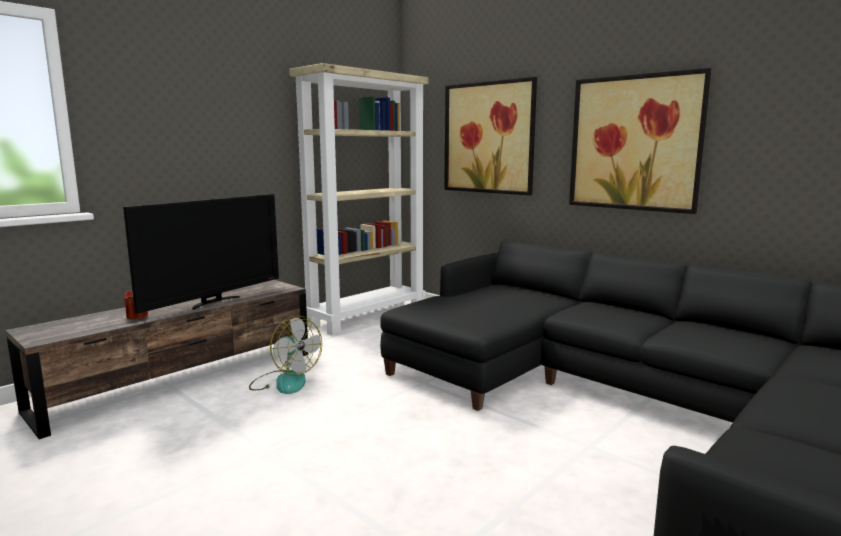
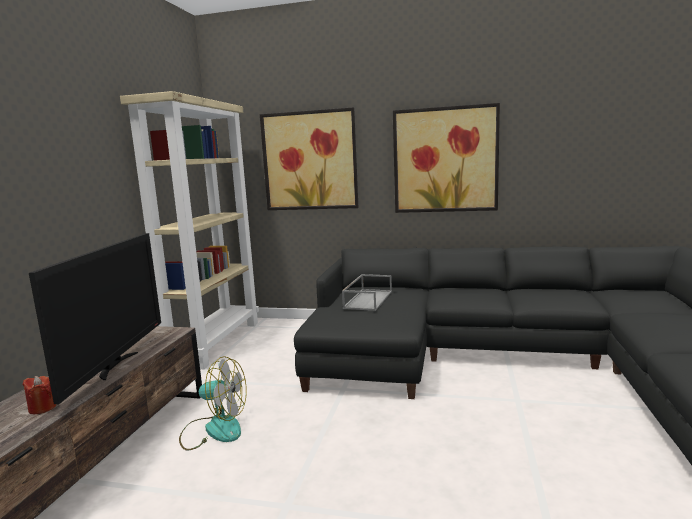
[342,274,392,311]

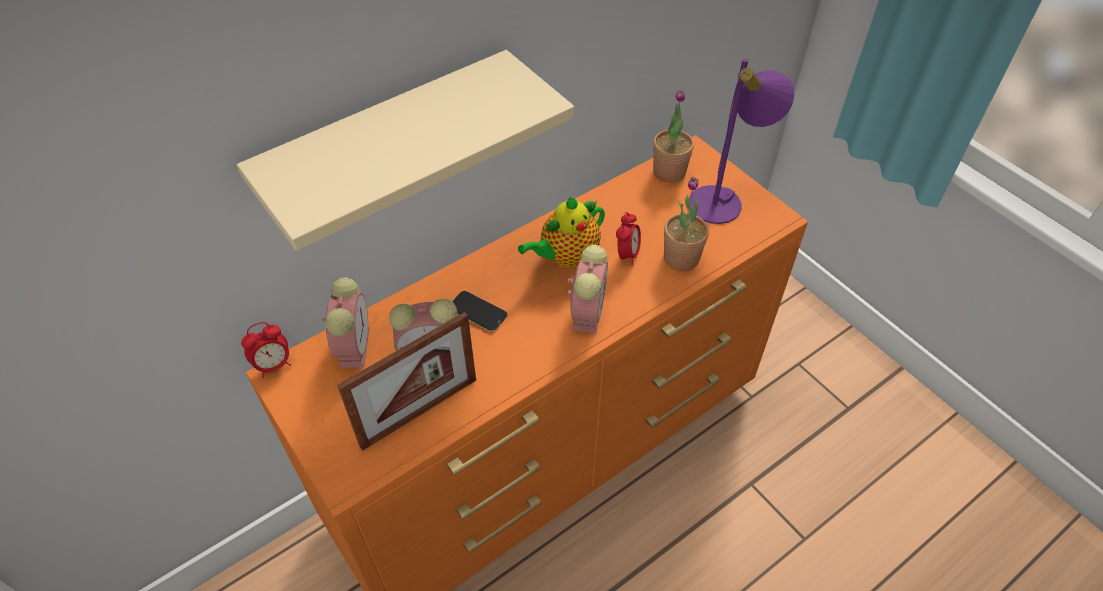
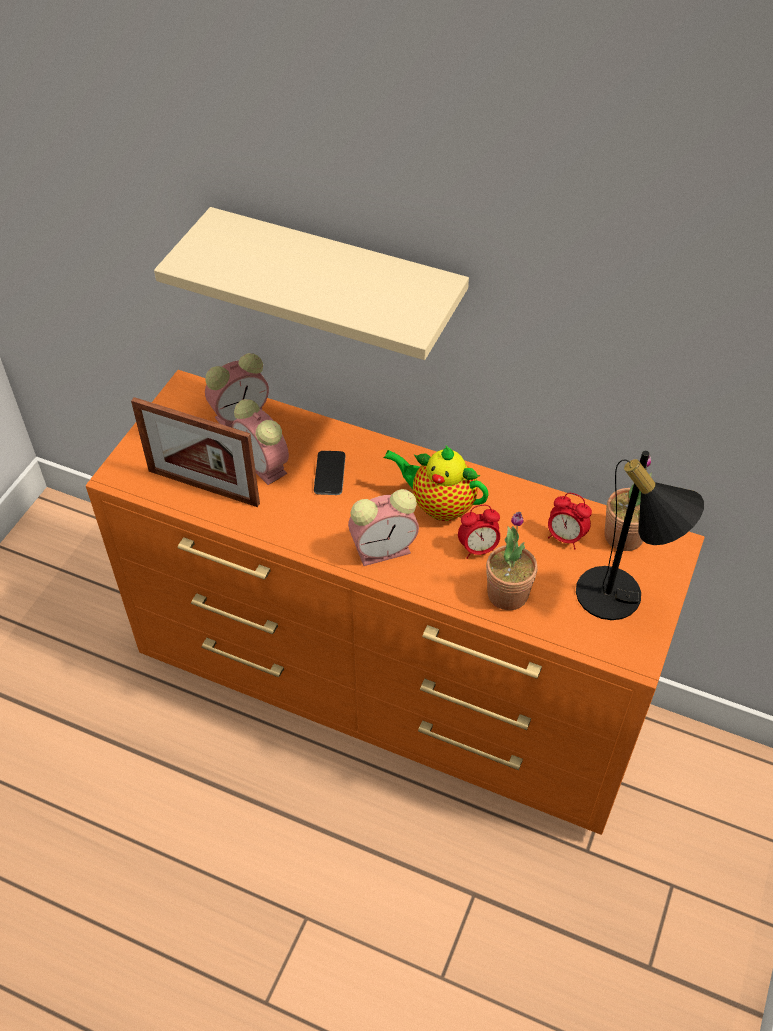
[548,493,592,549]
[576,451,704,620]

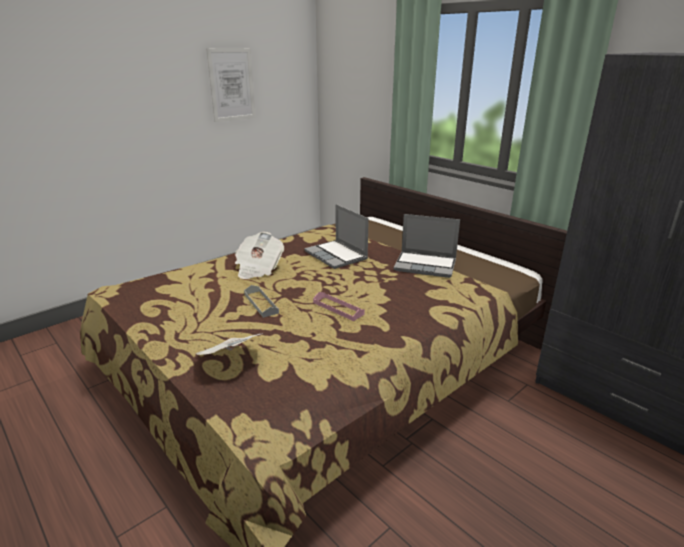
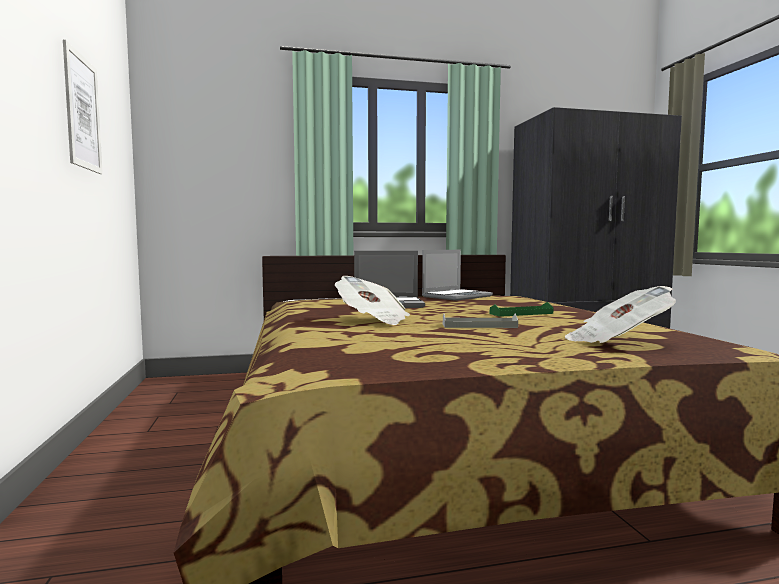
[490,302,554,317]

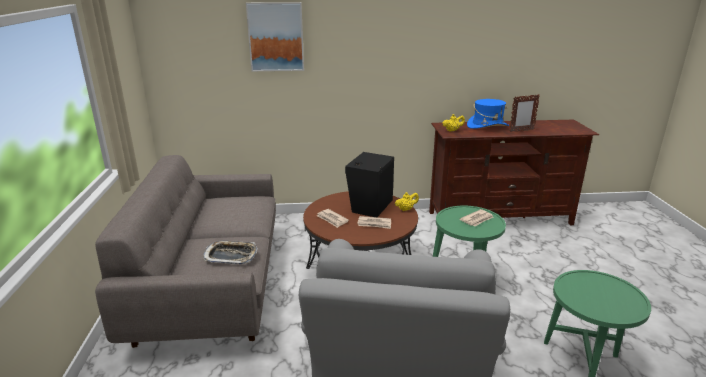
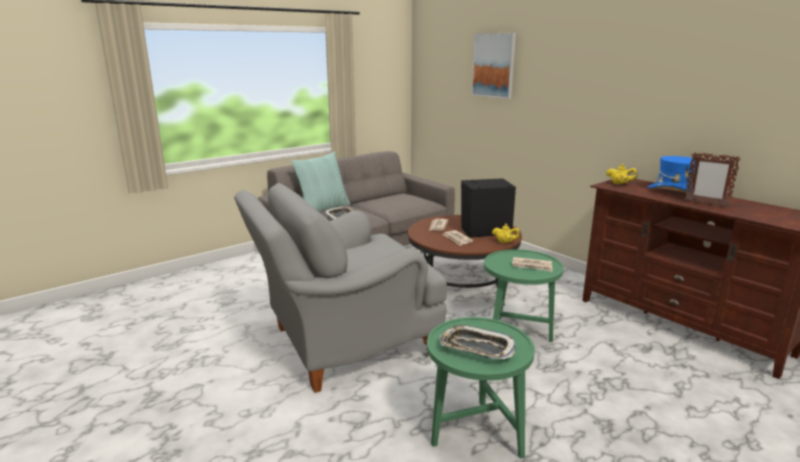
[291,151,351,212]
[439,325,515,359]

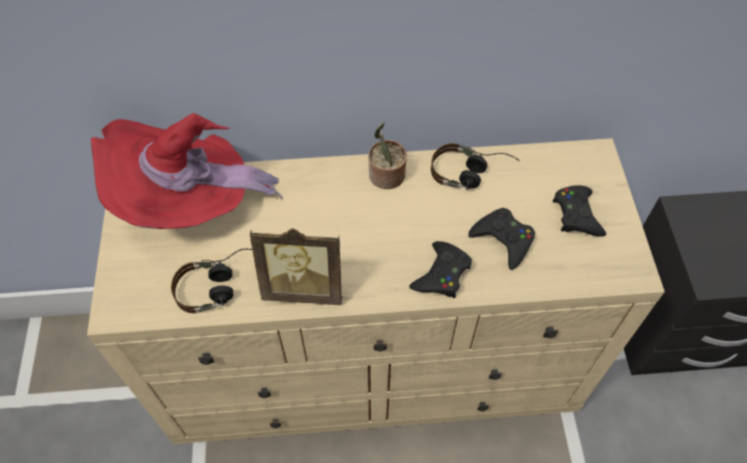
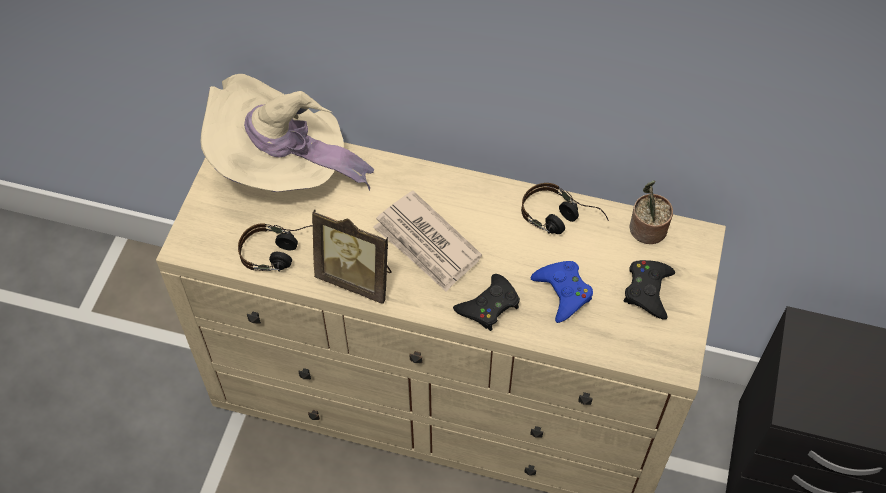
[373,191,482,292]
[630,180,673,244]
[200,74,374,192]
[531,261,593,323]

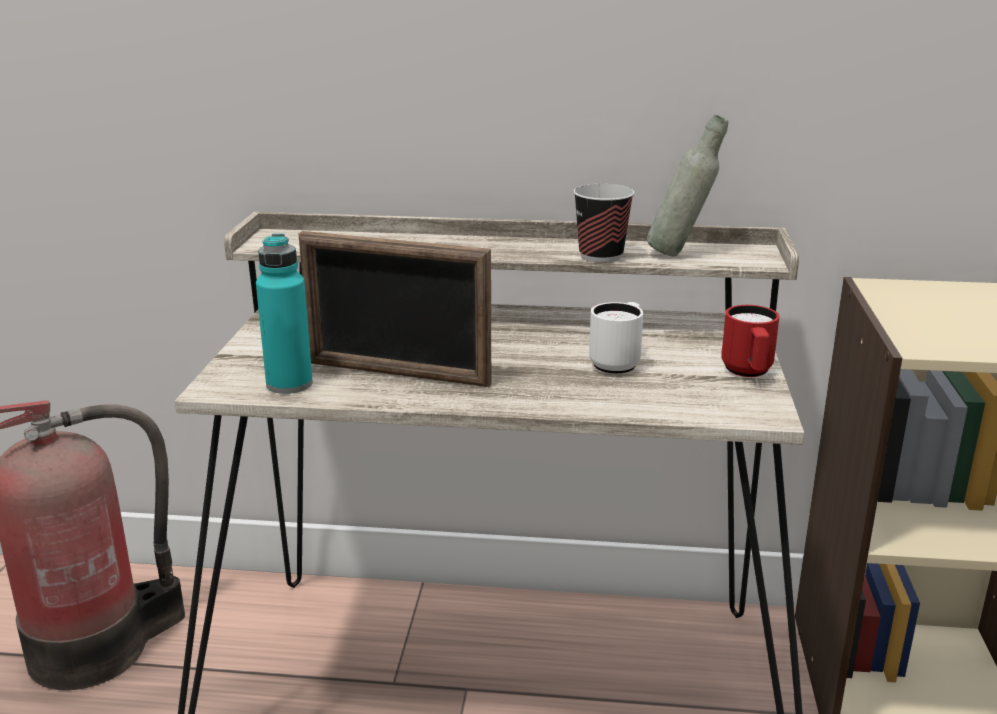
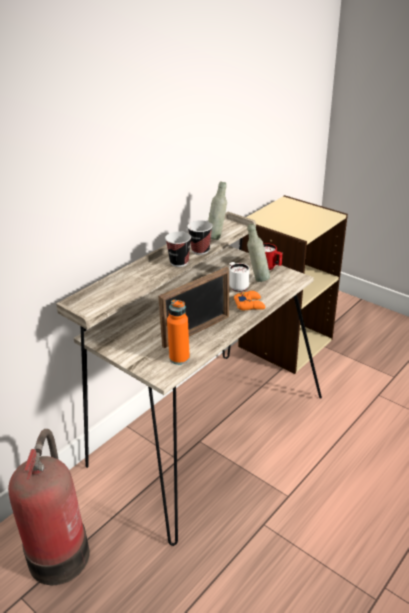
[165,231,191,267]
[234,291,266,310]
[247,224,270,282]
[167,299,190,365]

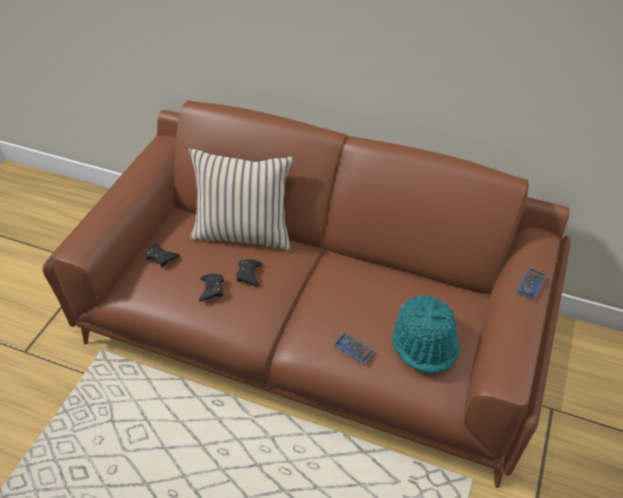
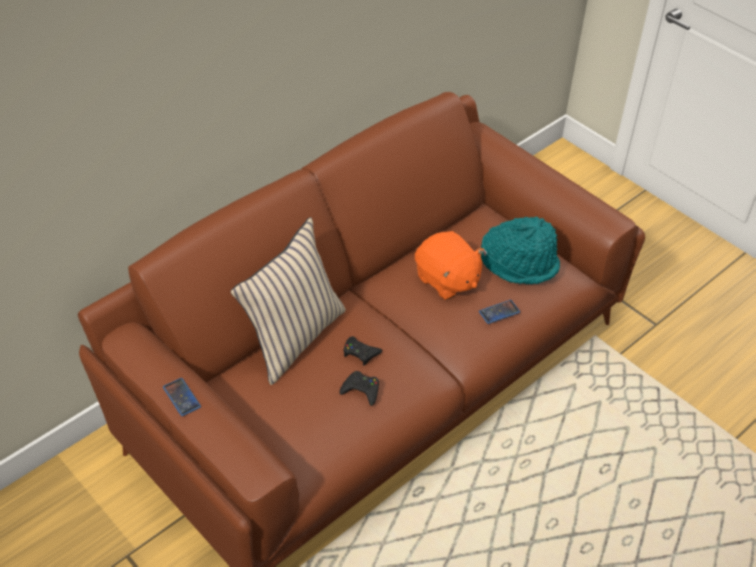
[145,244,180,268] (first image)
[415,231,484,300]
[163,378,201,416]

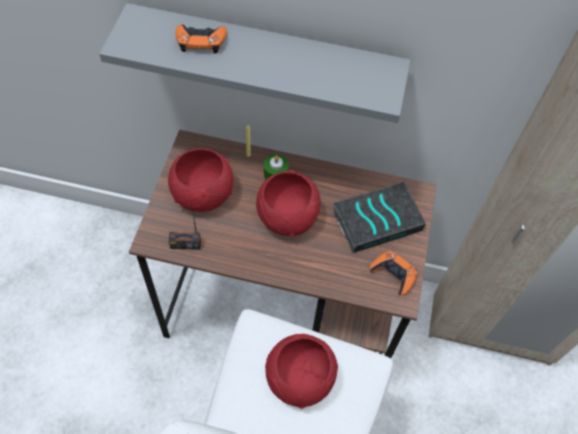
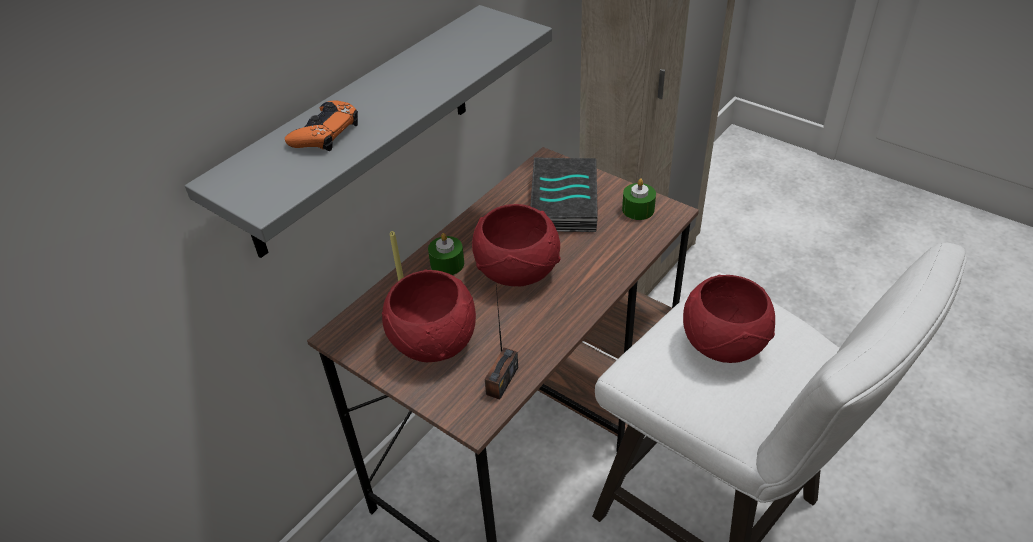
[622,179,656,220]

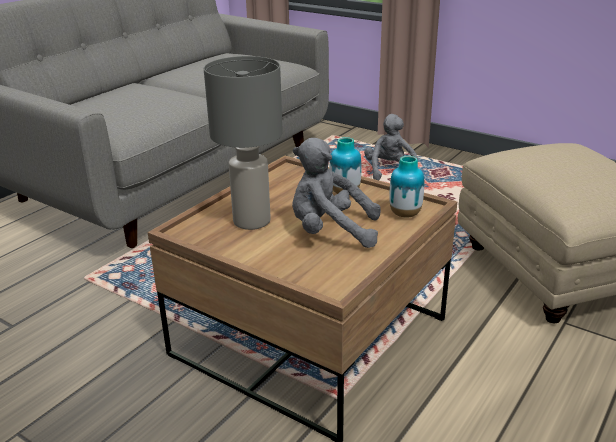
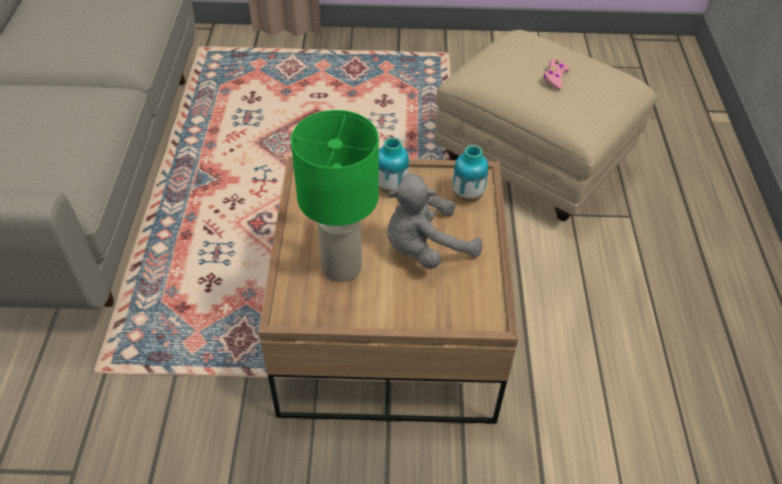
[364,114,418,180] (first image)
[544,59,570,90]
[291,110,379,282]

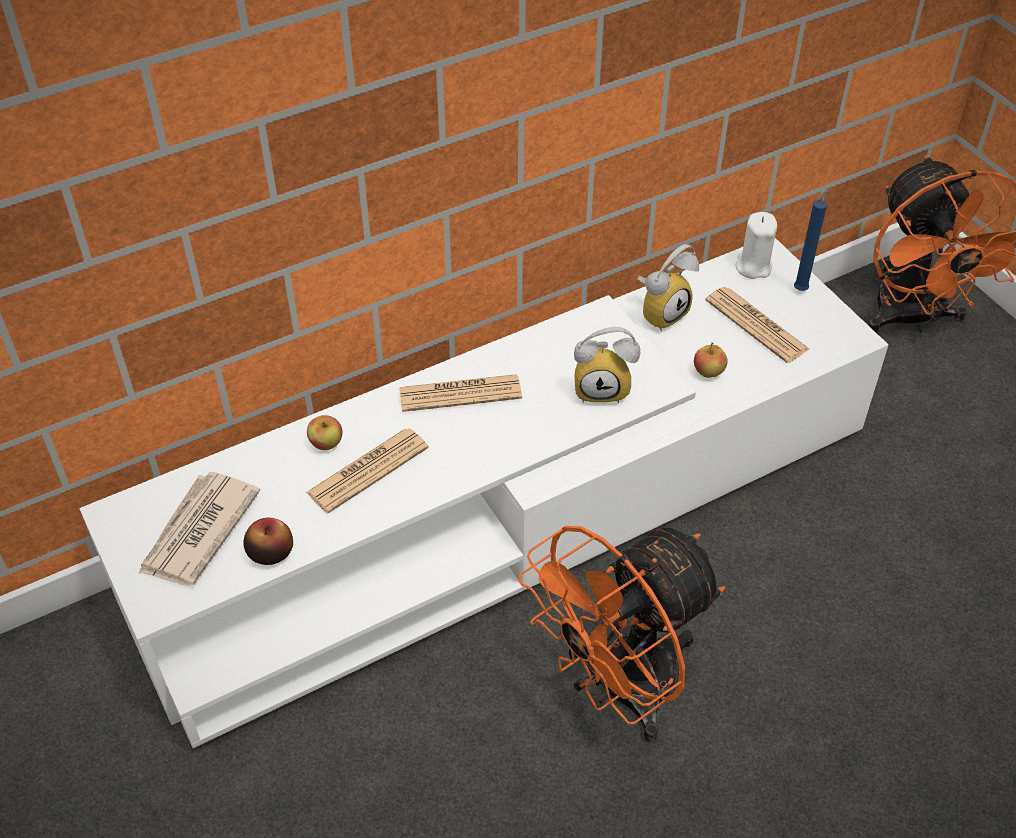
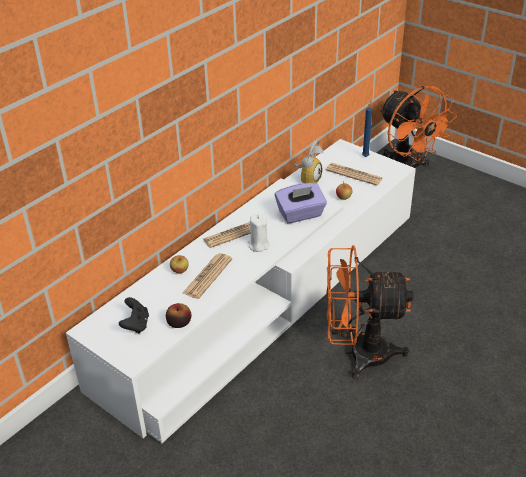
[248,213,269,252]
[119,297,149,334]
[275,183,327,223]
[326,245,414,379]

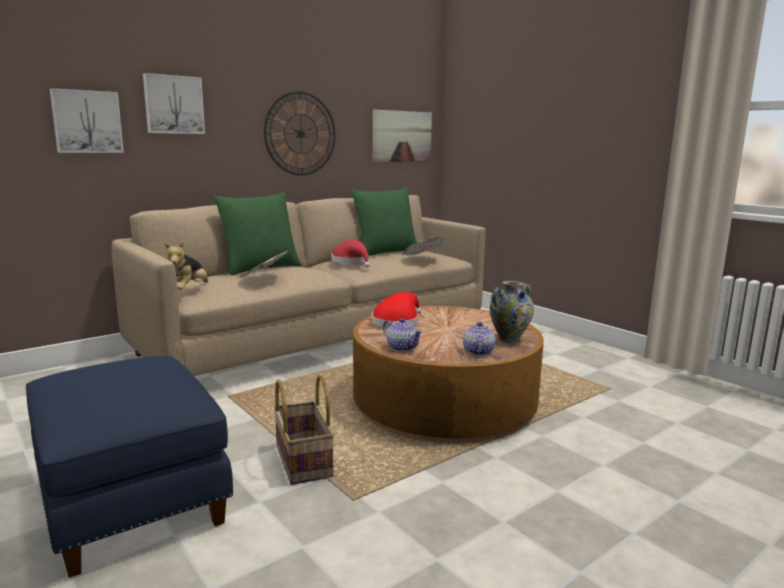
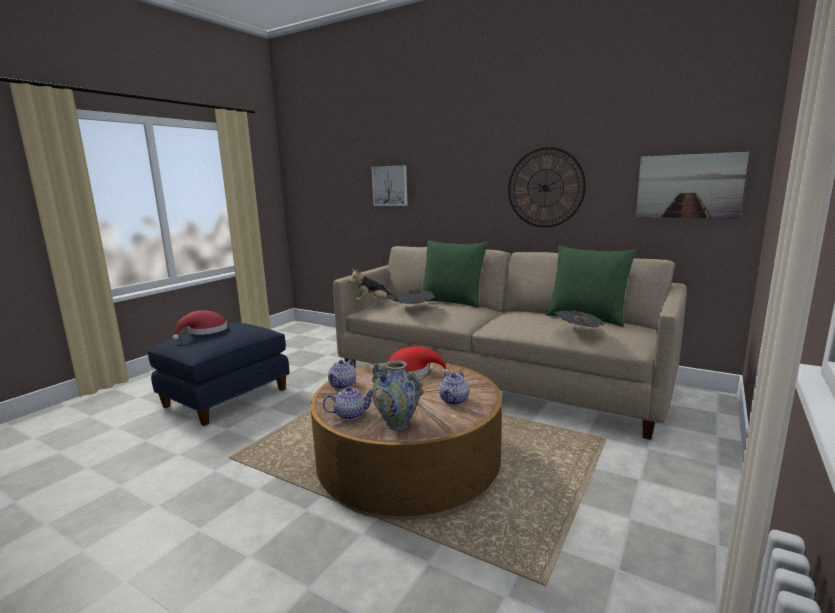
[143,73,205,134] (first image)
[274,374,335,485] (first image)
[439,371,469,405]
[173,310,227,340]

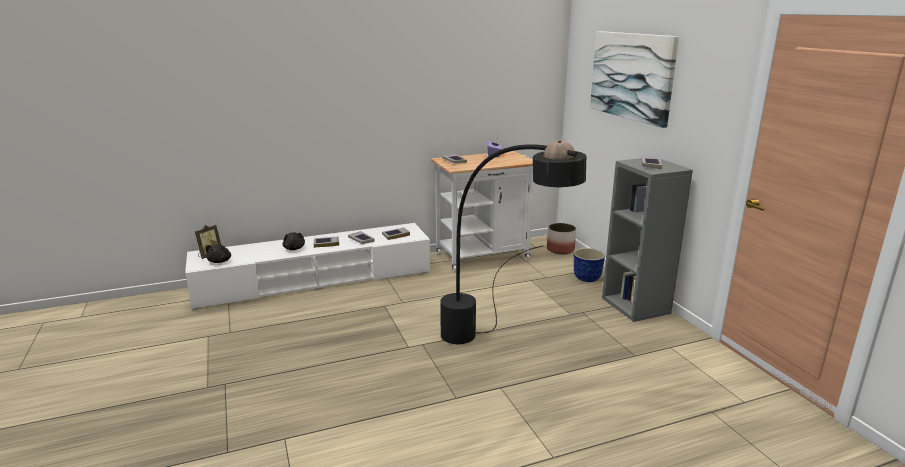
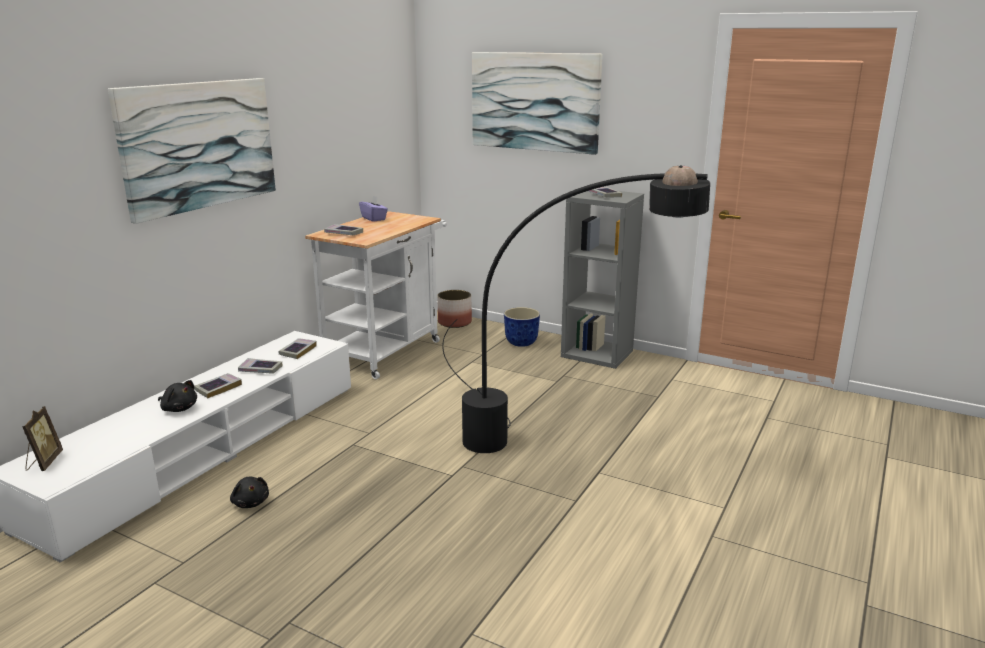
[108,78,276,224]
[230,477,269,508]

